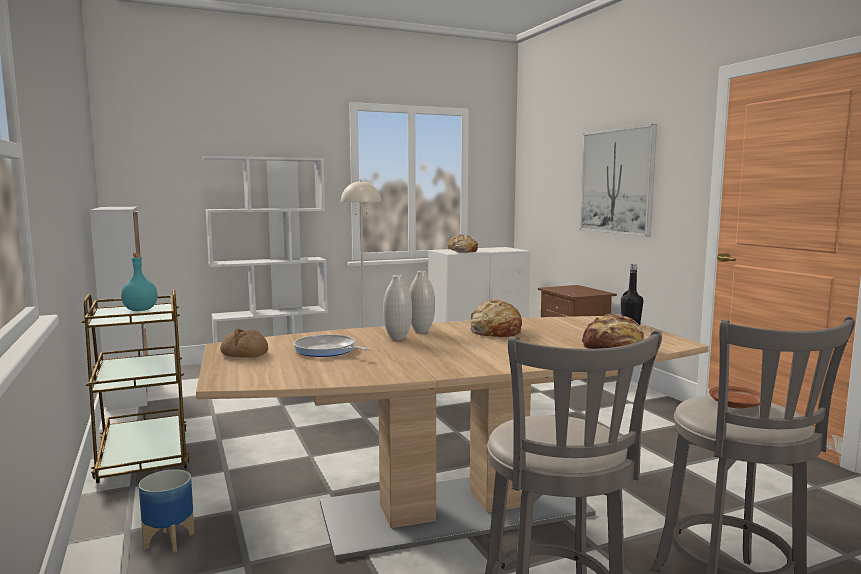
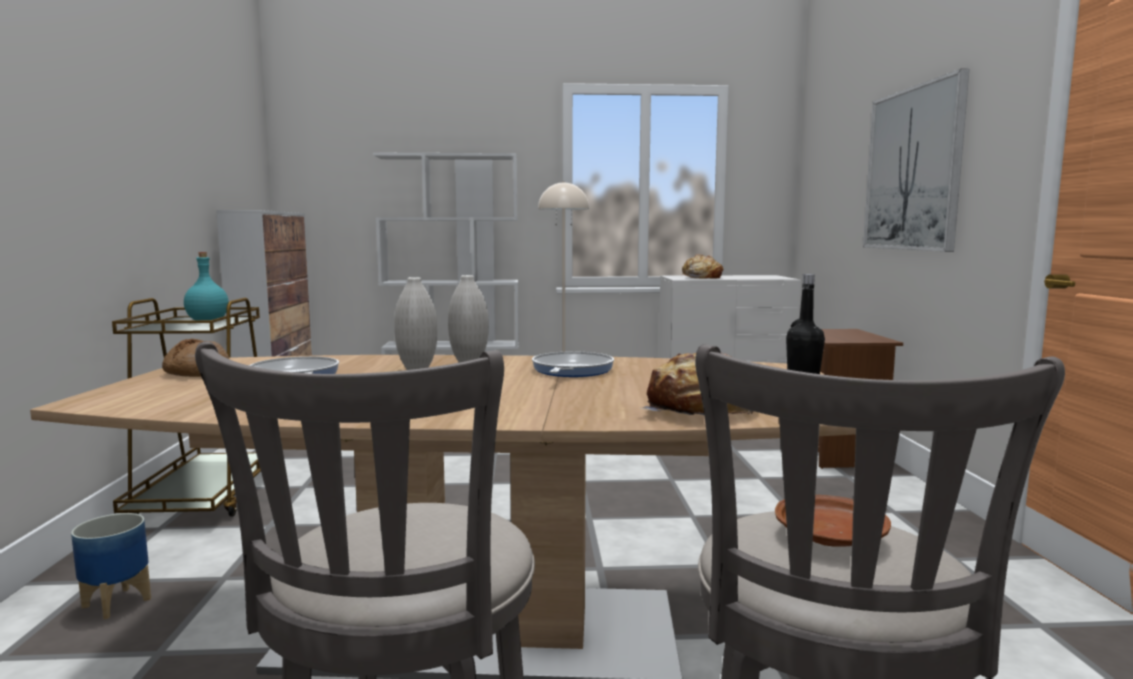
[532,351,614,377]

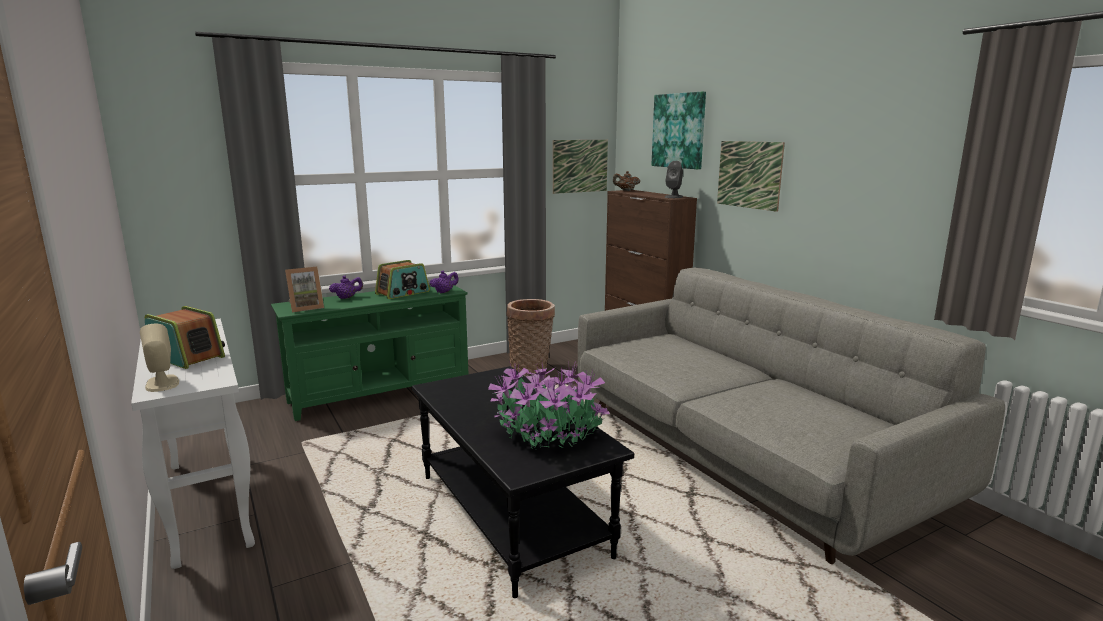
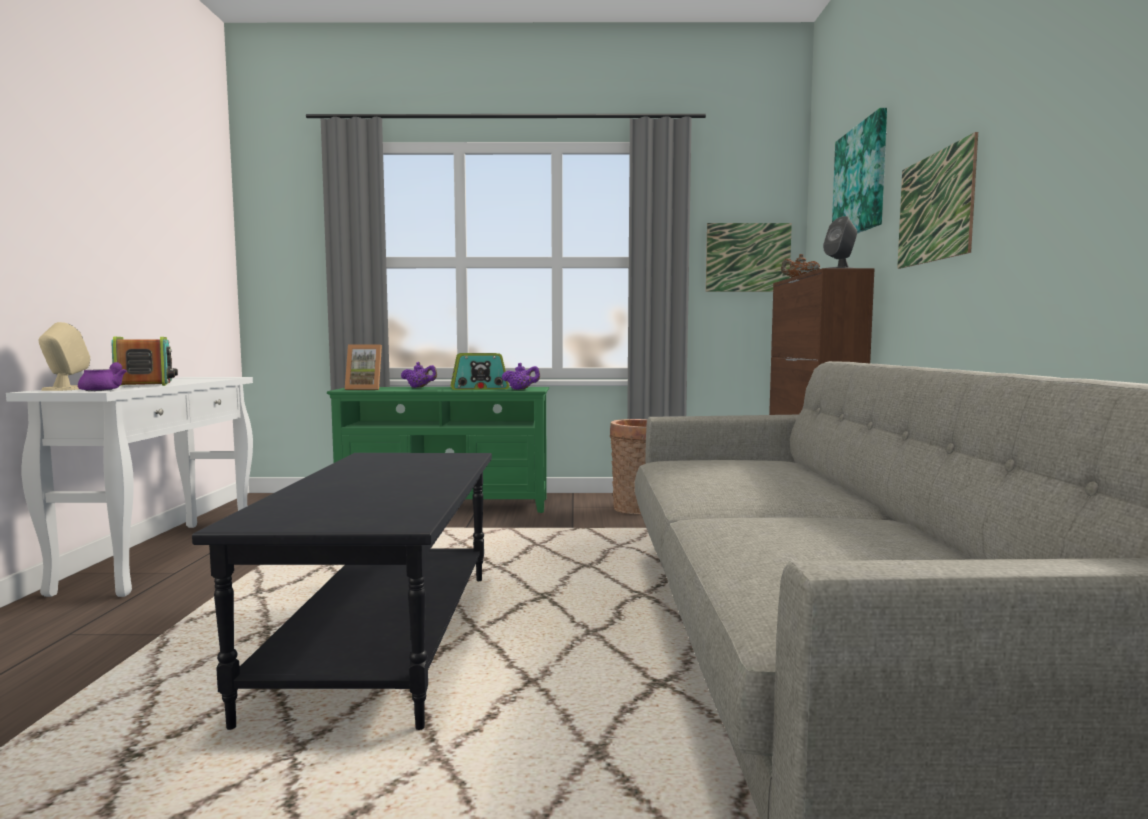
[488,363,609,451] (first image)
[78,362,127,391]

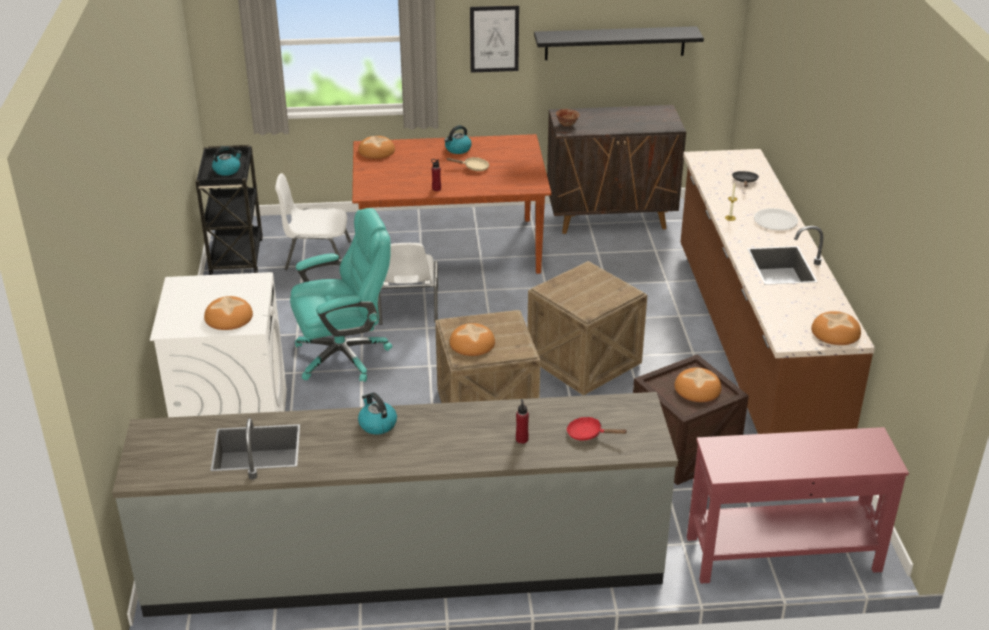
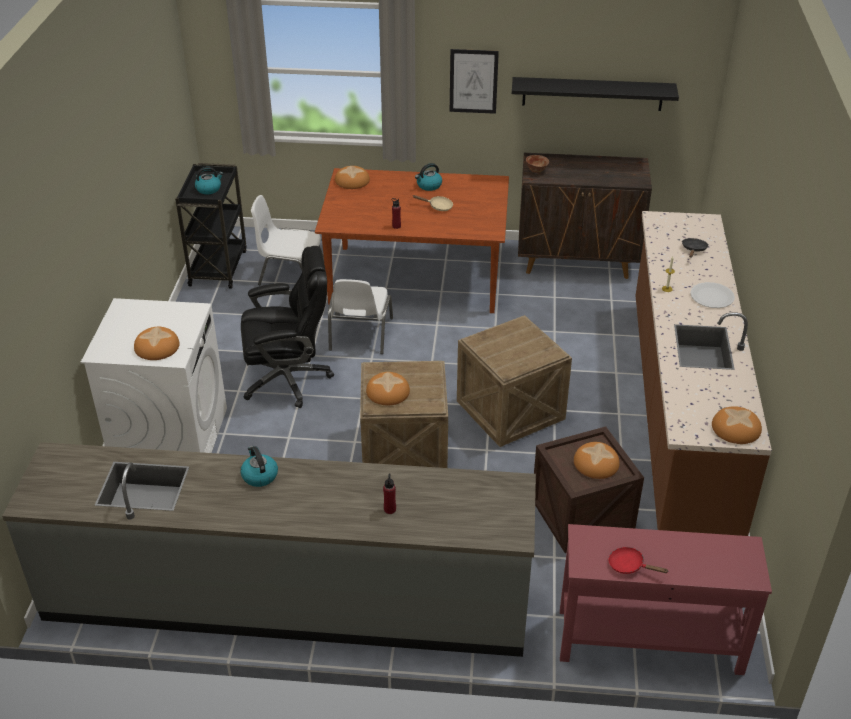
[608,547,669,574]
[241,246,334,408]

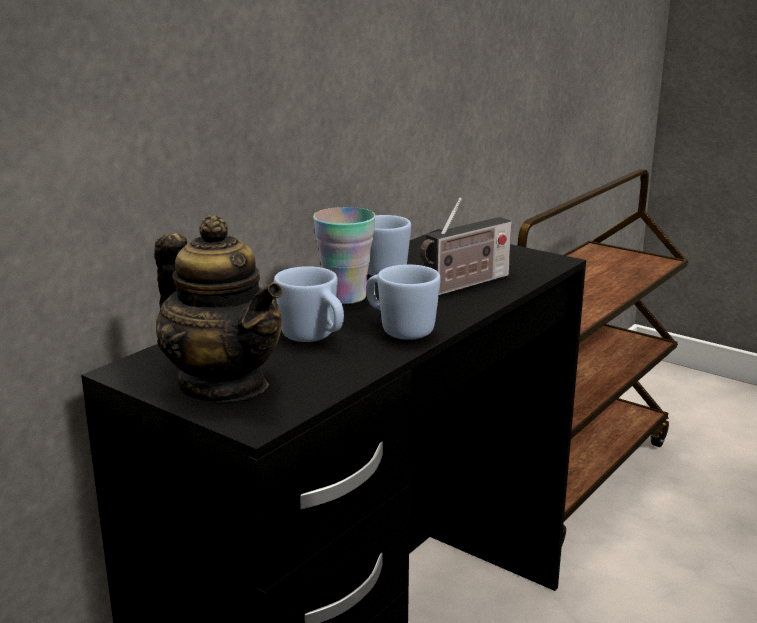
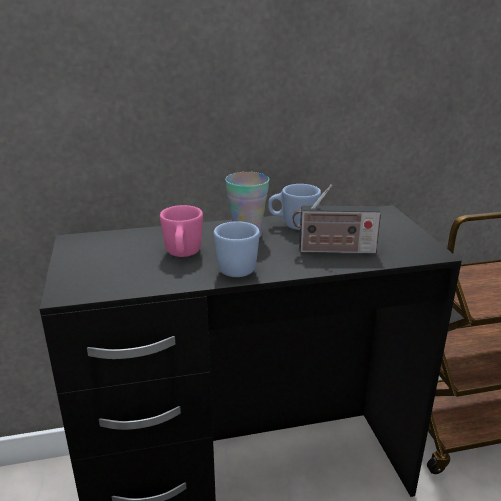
[154,215,283,402] (first image)
[160,205,203,257]

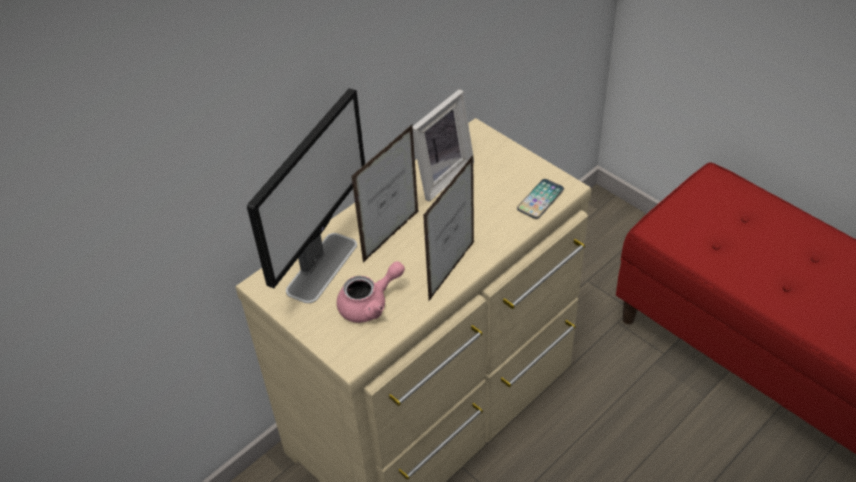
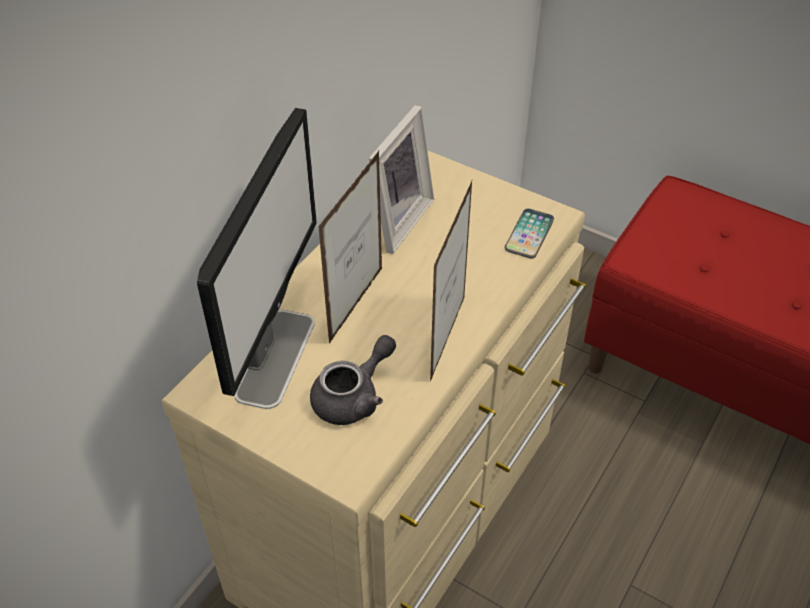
[310,335,396,425]

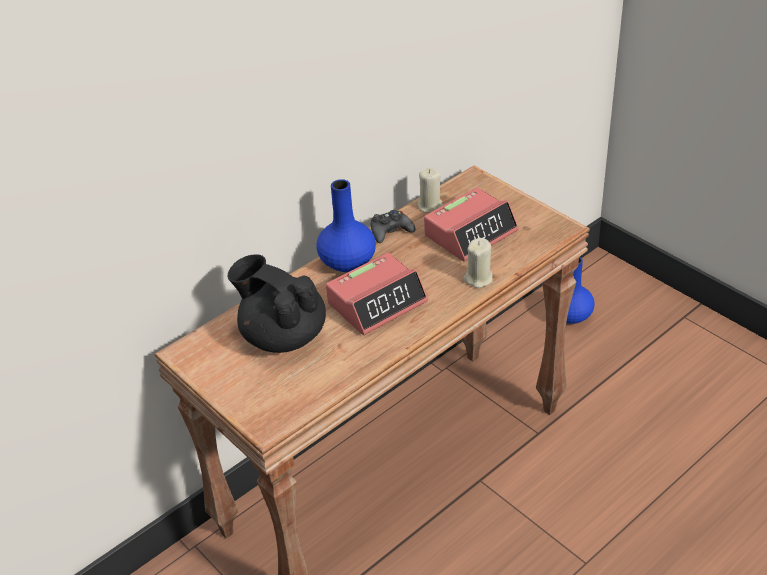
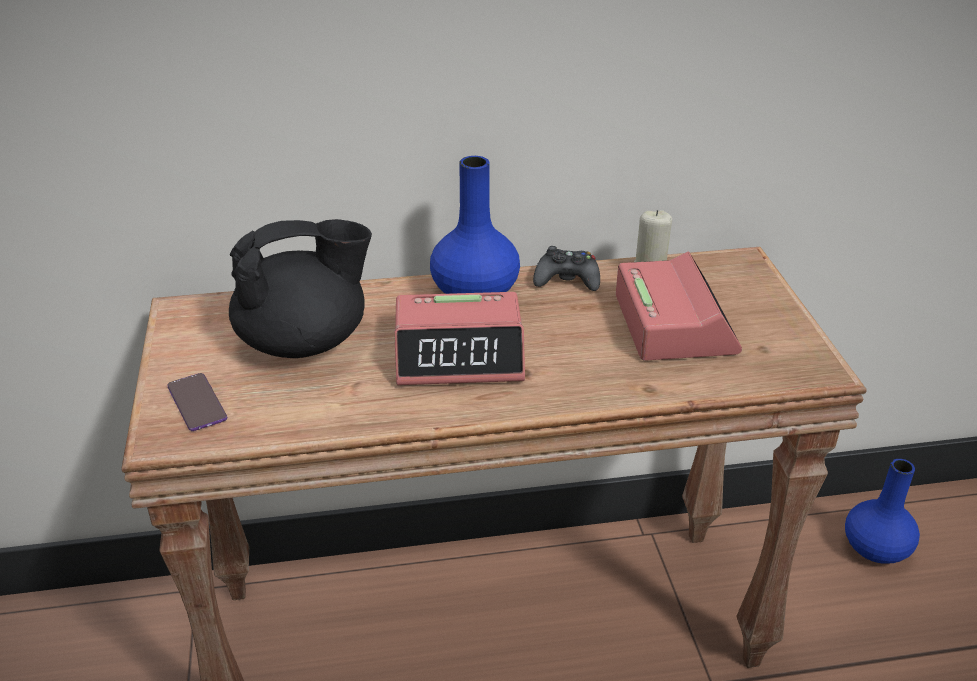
[464,238,493,288] (first image)
[167,373,227,431]
[229,219,372,358]
[616,251,742,361]

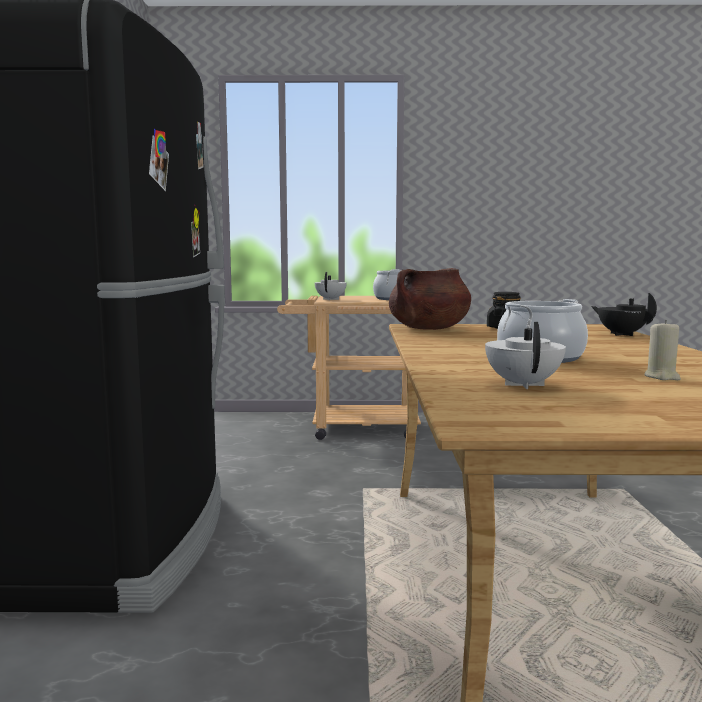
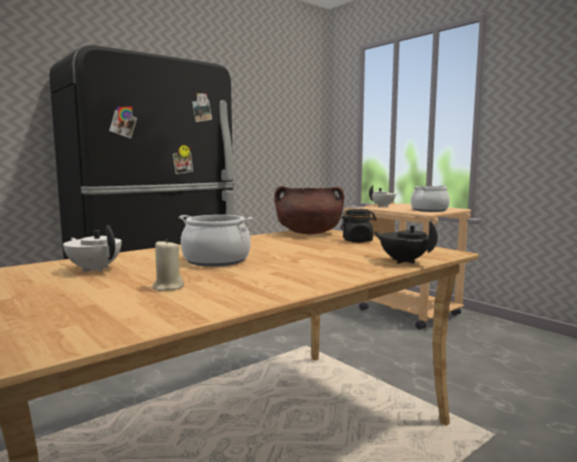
[63,225,122,272]
[374,221,438,264]

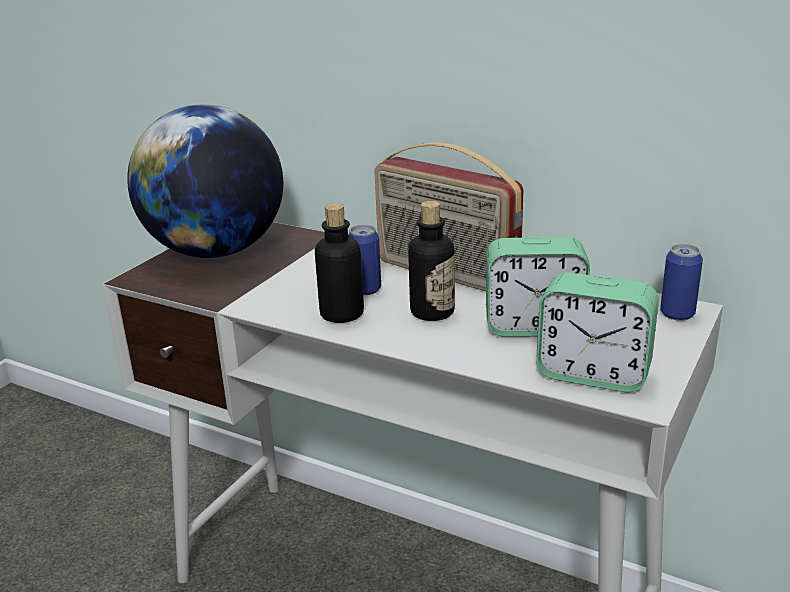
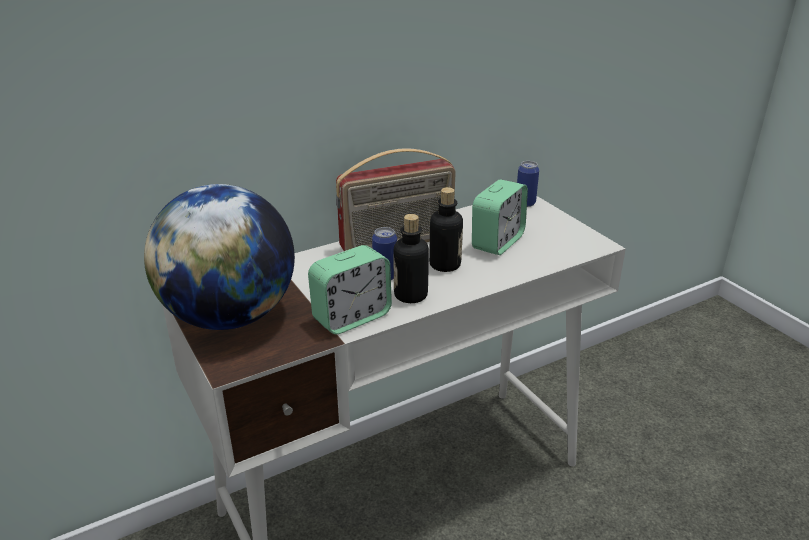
[308,245,392,334]

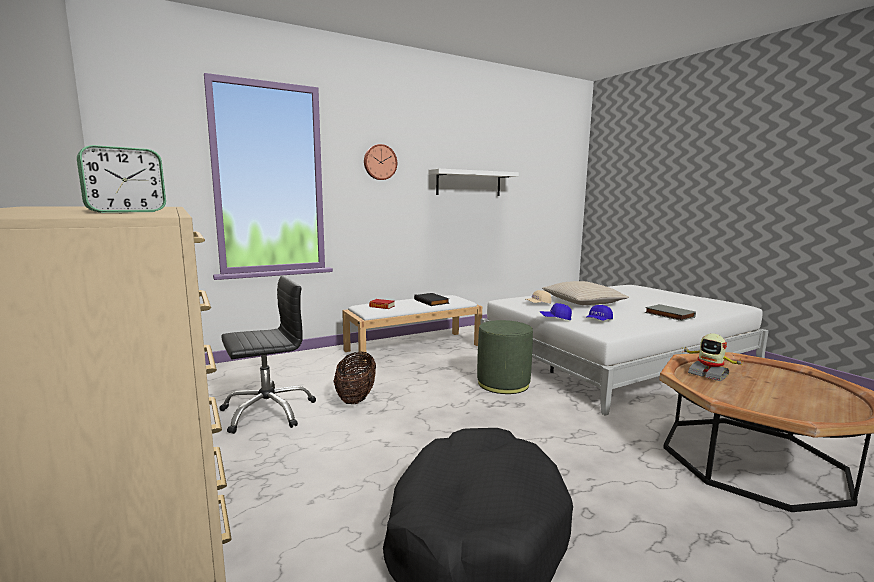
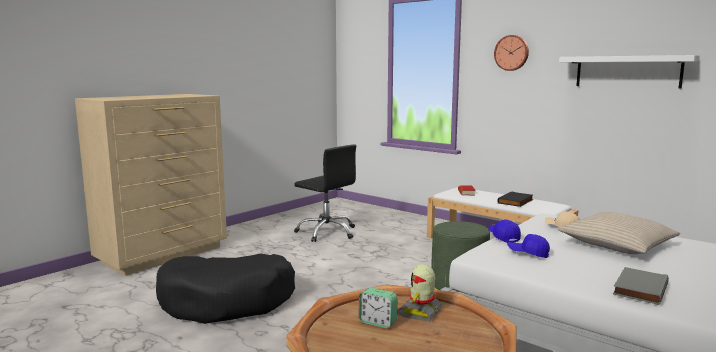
[333,352,376,404] (first image)
[359,288,398,328]

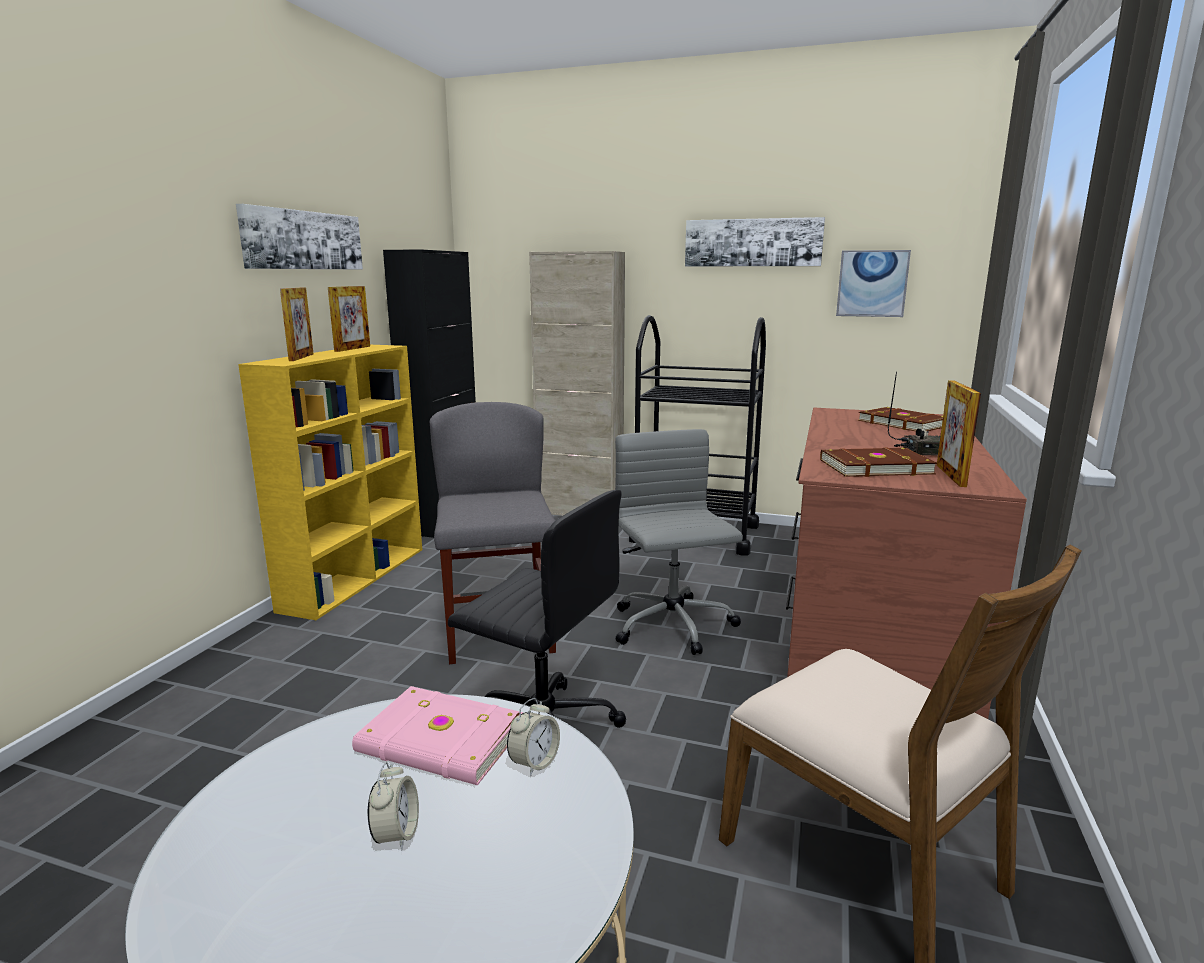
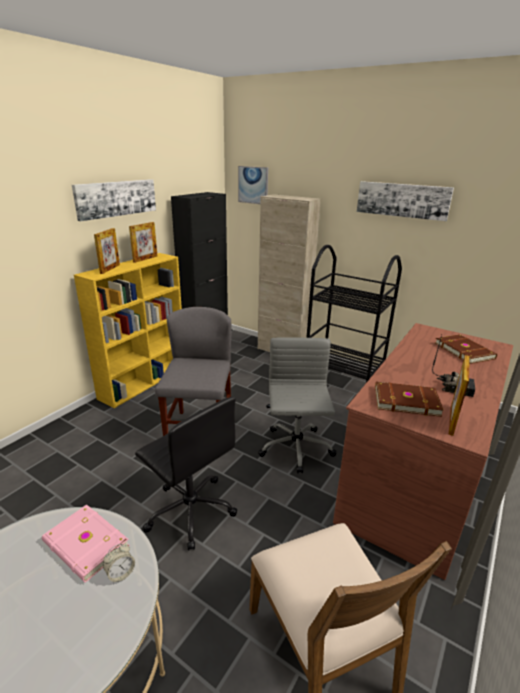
[368,762,419,851] (first image)
[238,166,268,204]

